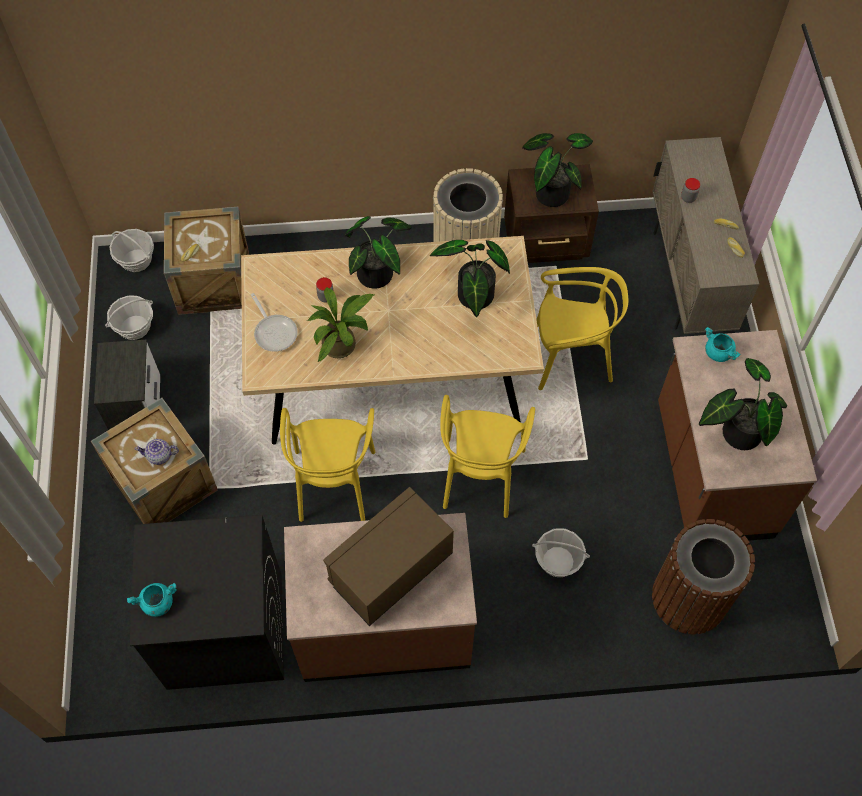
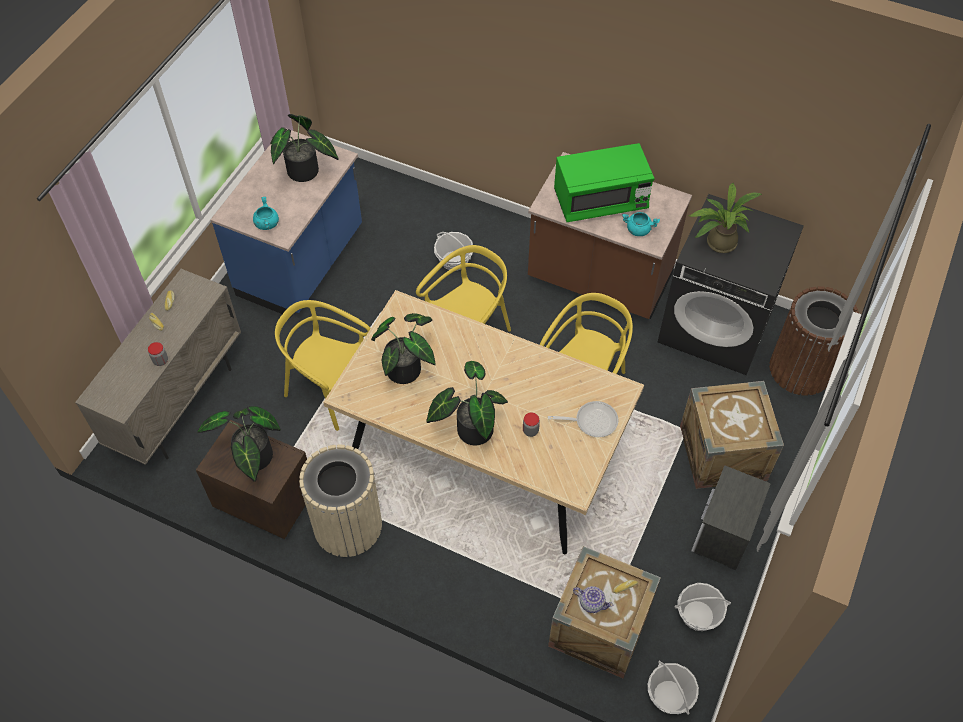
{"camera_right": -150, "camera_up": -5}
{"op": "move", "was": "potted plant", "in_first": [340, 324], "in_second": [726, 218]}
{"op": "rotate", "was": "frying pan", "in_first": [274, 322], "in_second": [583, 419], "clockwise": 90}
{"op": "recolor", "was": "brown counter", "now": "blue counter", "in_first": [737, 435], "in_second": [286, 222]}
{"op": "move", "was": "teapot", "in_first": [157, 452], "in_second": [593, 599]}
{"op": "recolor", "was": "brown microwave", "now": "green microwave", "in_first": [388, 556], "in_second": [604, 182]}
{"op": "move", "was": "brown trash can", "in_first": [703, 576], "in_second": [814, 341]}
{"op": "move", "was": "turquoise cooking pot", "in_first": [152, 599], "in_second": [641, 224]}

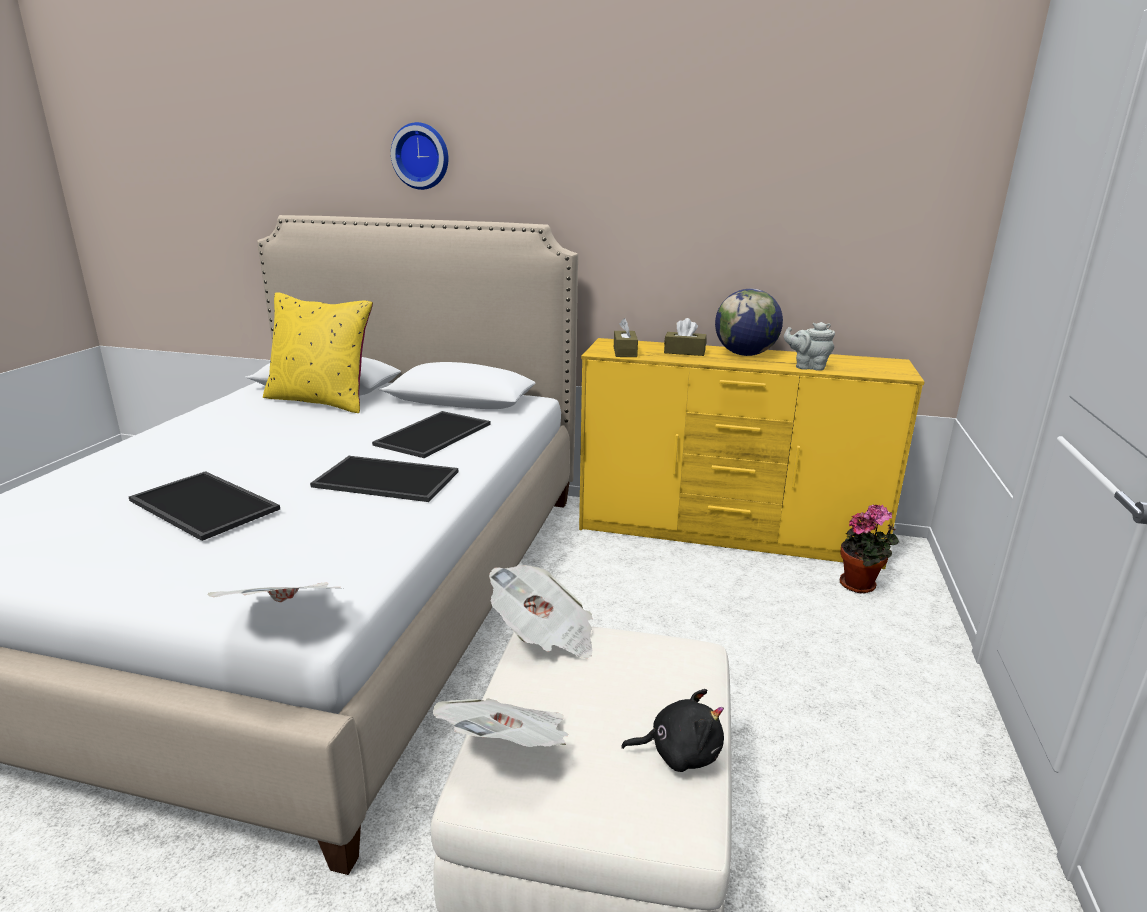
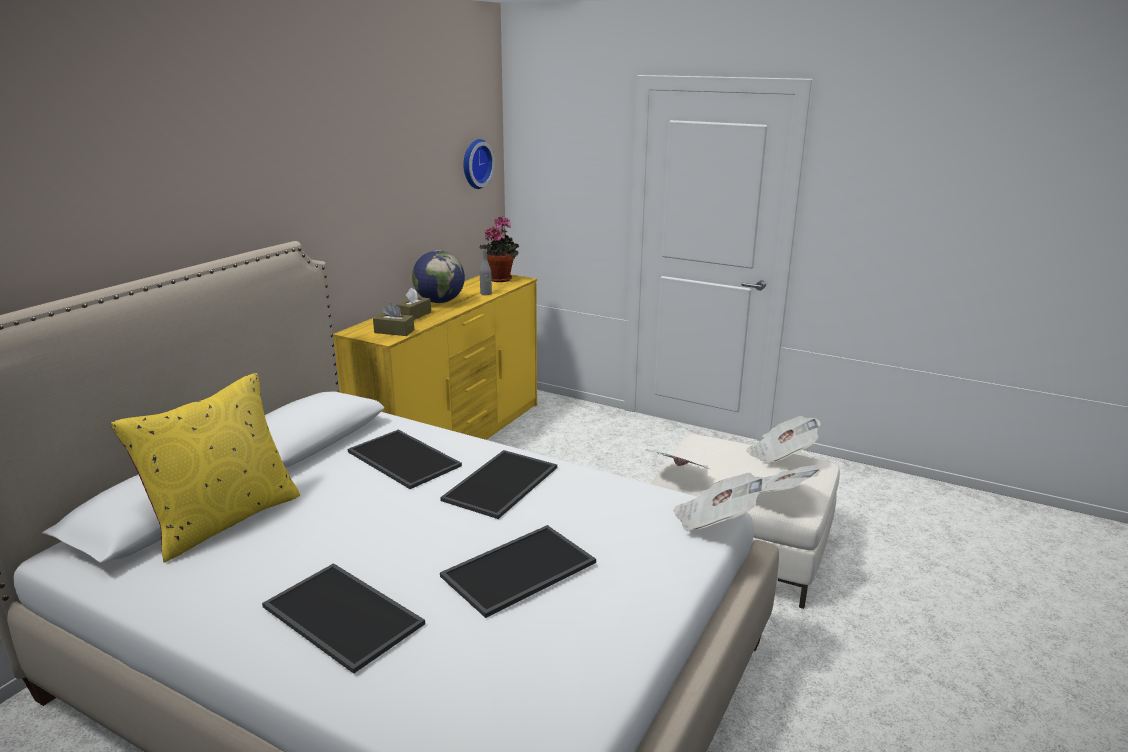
{"camera_right": -75, "camera_up": 0}
{"op": "move", "was": "wall clock", "in_first": [419, 156], "in_second": [479, 164]}
{"op": "replace", "was": "grey teapot", "now": "grey bottle", "in_first": [809, 346], "in_second": [486, 269]}
{"op": "move", "was": "potted plant", "in_first": [869, 549], "in_second": [499, 249]}
{"op": "replace", "was": "black plush toy", "now": "newspaper", "in_first": [672, 730], "in_second": [783, 440]}
{"op": "insert", "now": "tray", "in_second": [343, 618]}

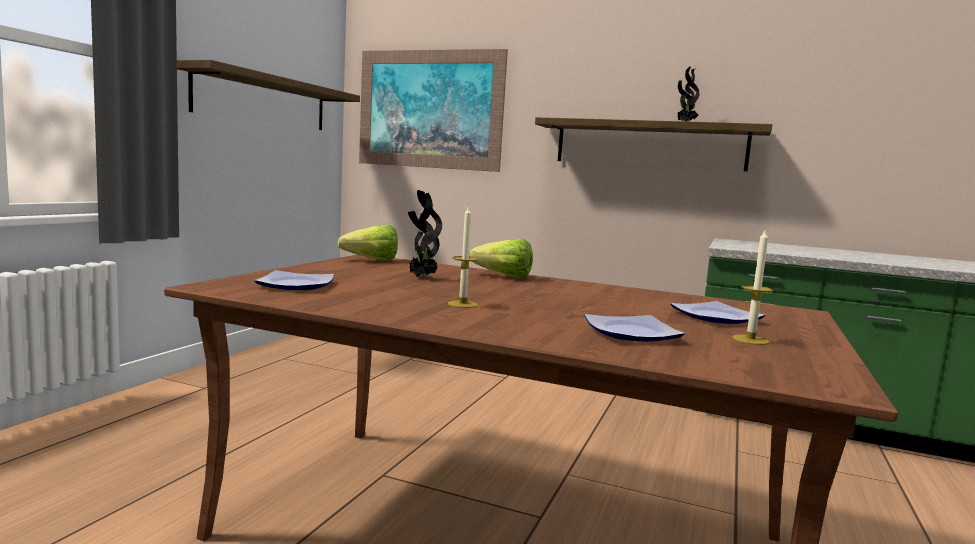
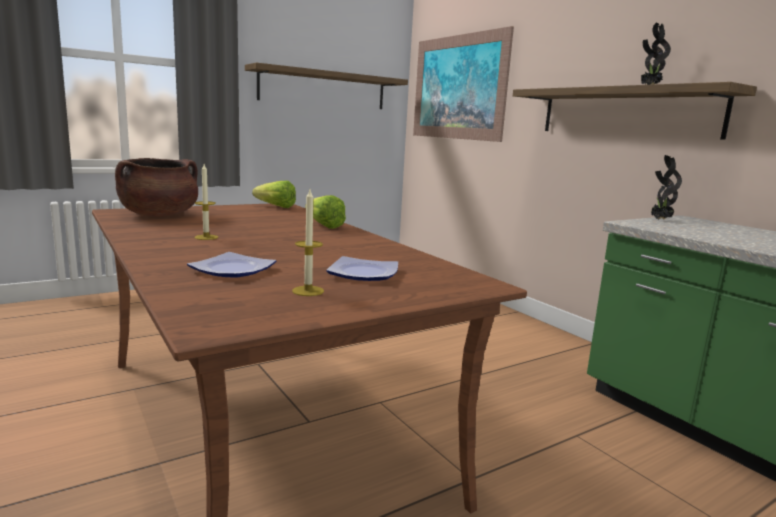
{"camera_right": 35, "camera_up": 5}
{"op": "move", "was": "potted plant", "in_first": [425, 233], "in_second": [666, 187]}
{"op": "replace", "was": "plate", "now": "brown cooking pot", "in_first": [294, 280], "in_second": [156, 187]}

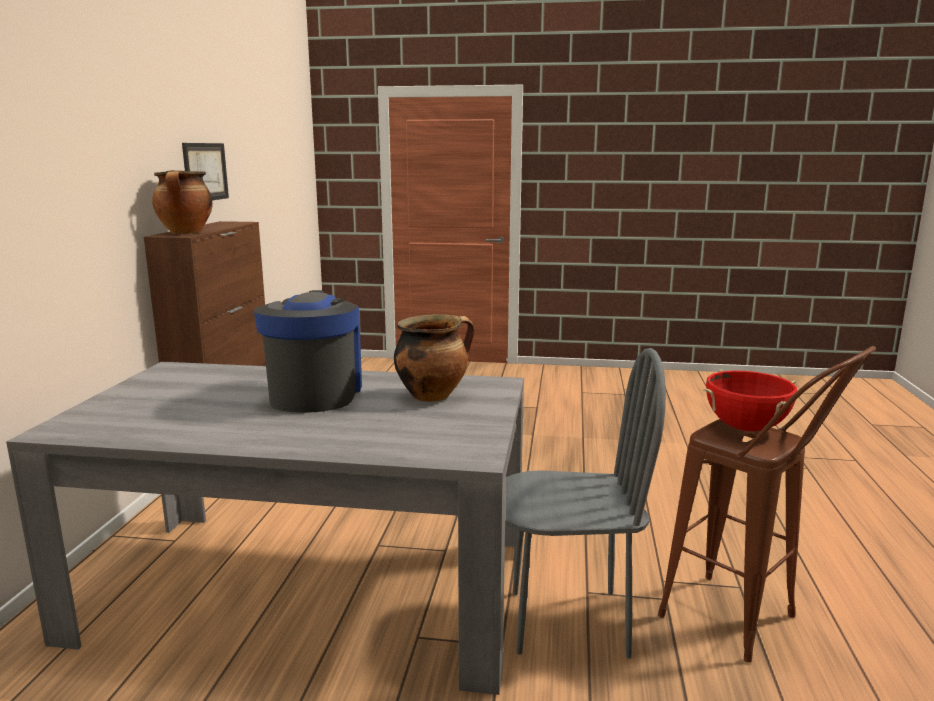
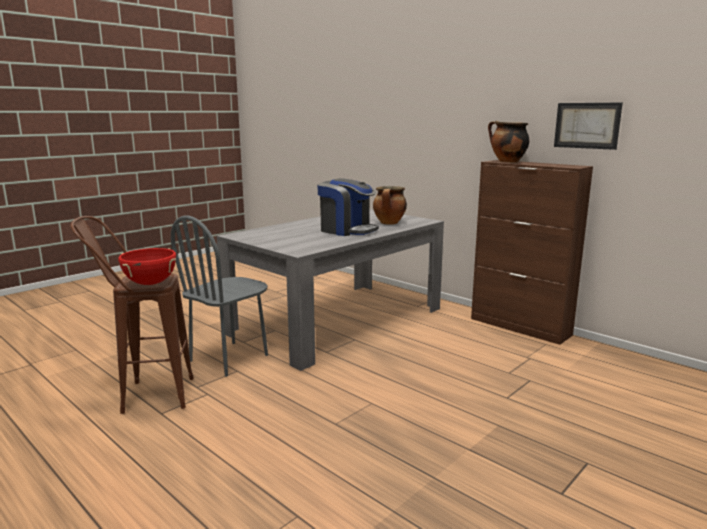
{"camera_right": 125, "camera_up": 0}
{"op": "move", "was": "cooking pot", "in_first": [434, 358], "in_second": [390, 205]}

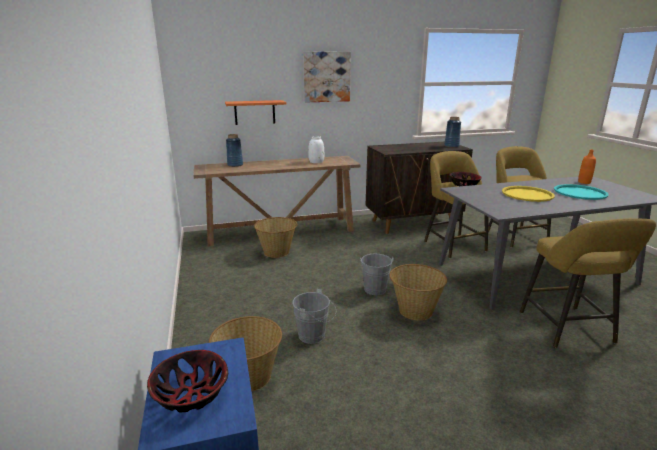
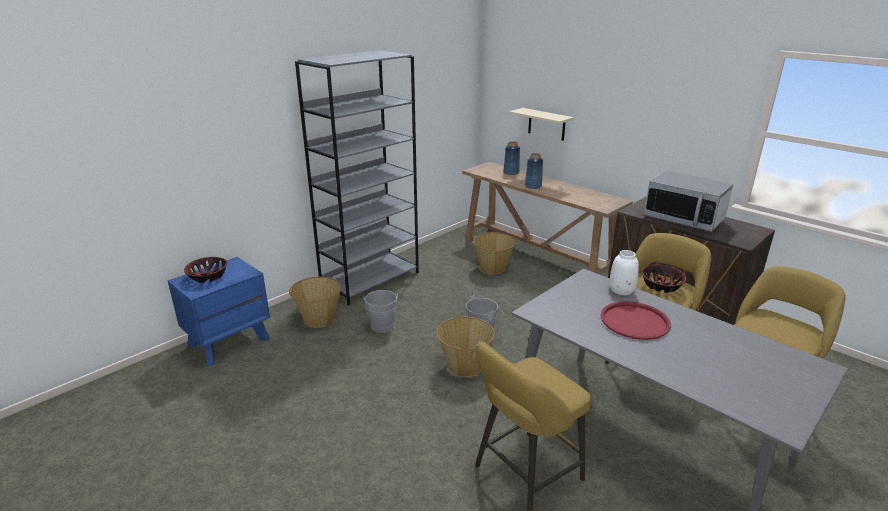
{"camera_right": 60, "camera_up": 5}
{"op": "delete", "was": "picture", "in_first": [327, 76]}
{"op": "recolor", "was": "orange shelf", "now": "beige shelf", "in_first": [255, 112], "in_second": [541, 124]}
{"op": "move", "was": "blue vase", "in_first": [452, 132], "in_second": [534, 171]}
{"op": "move", "was": "white vase", "in_first": [316, 149], "in_second": [624, 272]}
{"op": "delete", "was": "orange bottle", "in_first": [587, 166]}
{"op": "delete", "was": "turquoise tray", "in_first": [581, 192]}
{"op": "recolor", "was": "yellow tray", "now": "red tray", "in_first": [528, 194], "in_second": [636, 320]}
{"op": "insert", "now": "grey bookcase", "in_second": [357, 177]}
{"op": "insert", "now": "microwave", "in_second": [688, 201]}

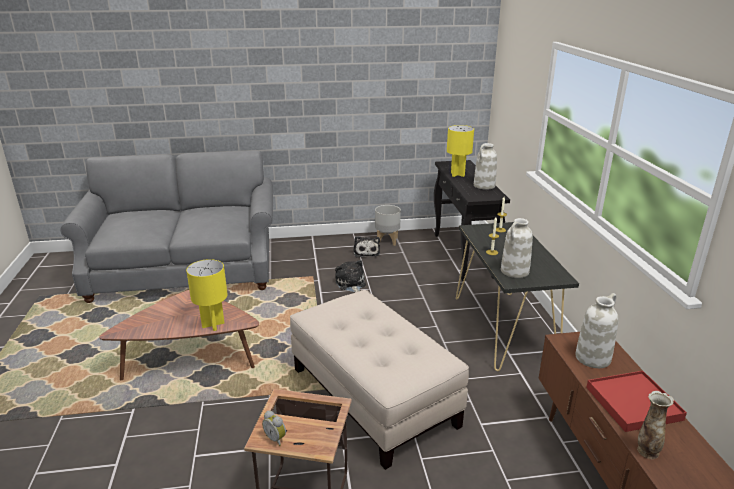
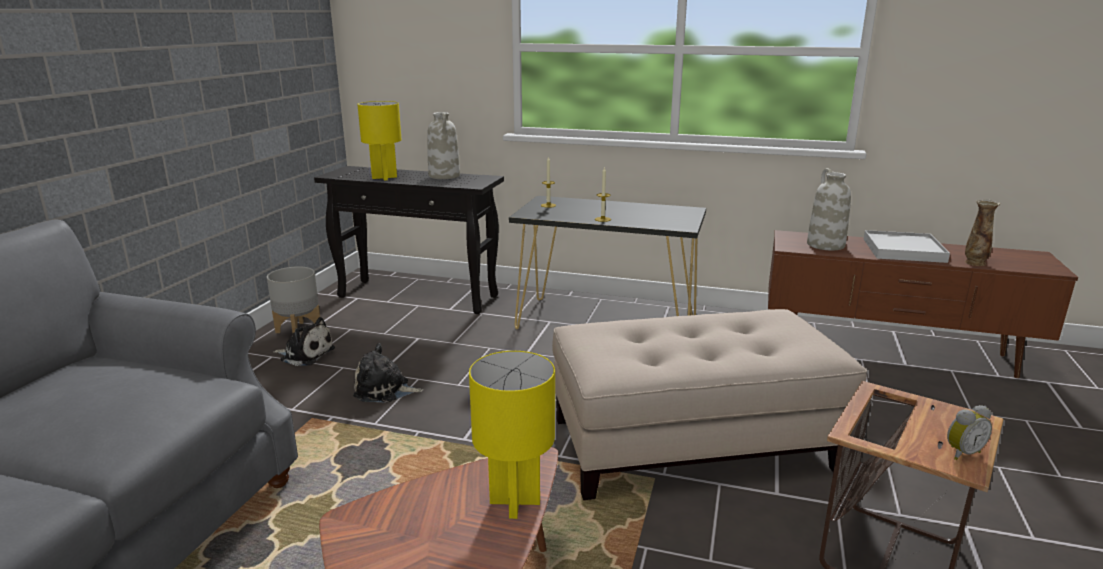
{"camera_right": -65, "camera_up": -5}
{"op": "delete", "was": "white vase", "in_first": [517, 248]}
{"op": "recolor", "was": "red tray", "now": "white tray", "in_first": [636, 401], "in_second": [907, 246]}

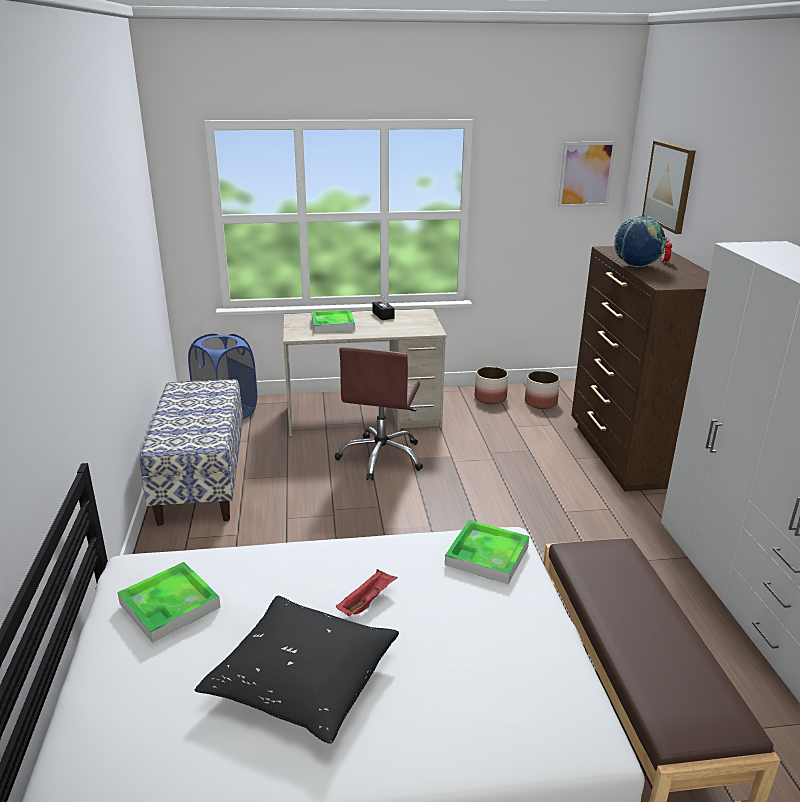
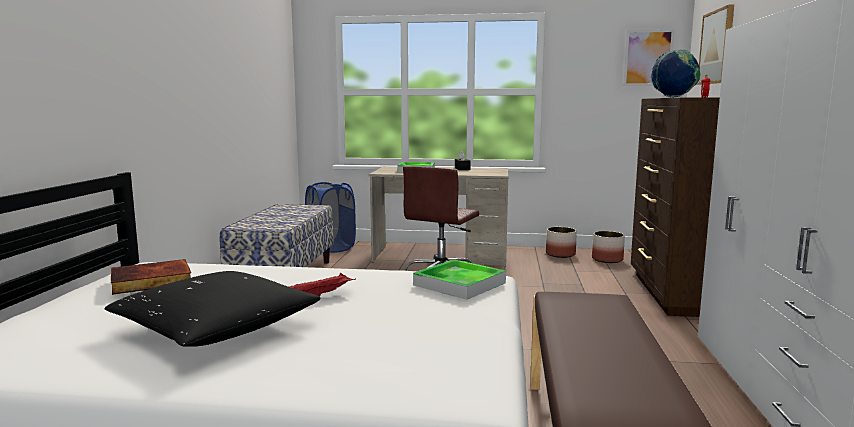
{"camera_right": 15, "camera_up": -15}
{"op": "replace", "was": "tray", "now": "book", "in_first": [169, 602], "in_second": [151, 277]}

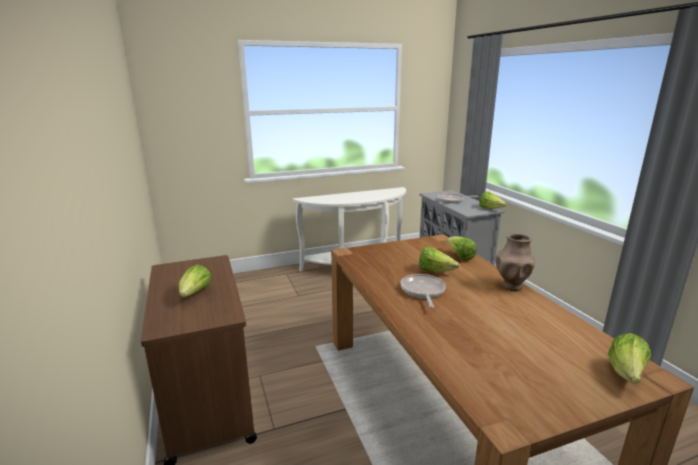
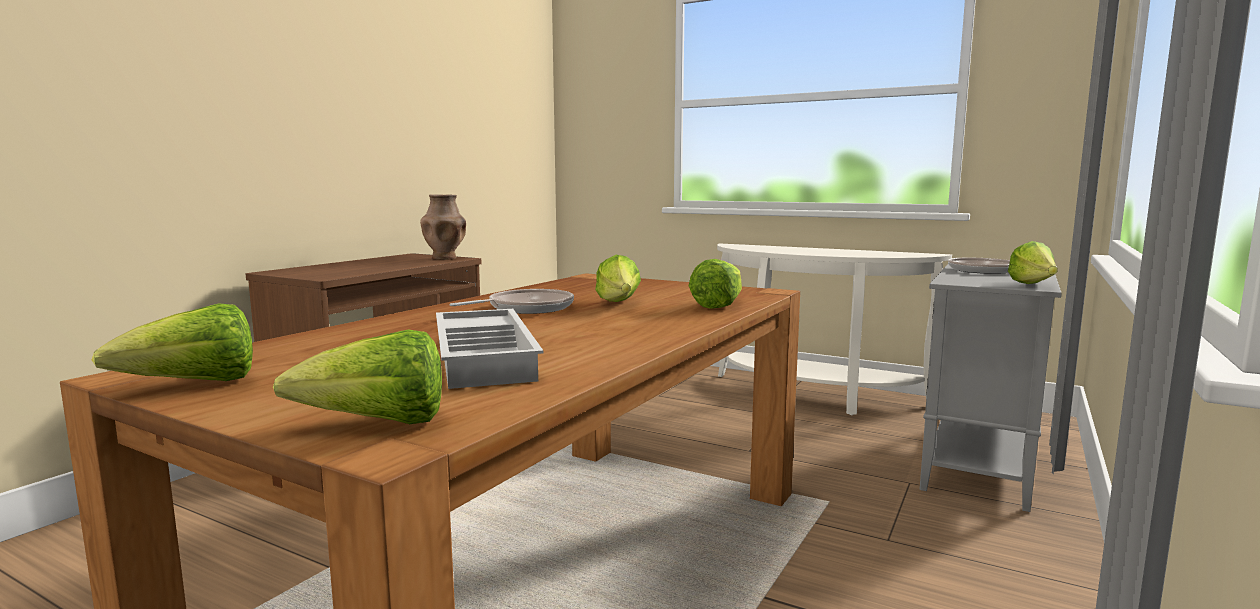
{"camera_right": 50, "camera_up": -10}
{"op": "move", "was": "brown vase", "in_first": [515, 262], "in_second": [443, 227]}
{"op": "move", "was": "lettuce", "in_first": [195, 280], "in_second": [172, 342]}
{"op": "insert", "now": "white tray", "in_second": [490, 349]}

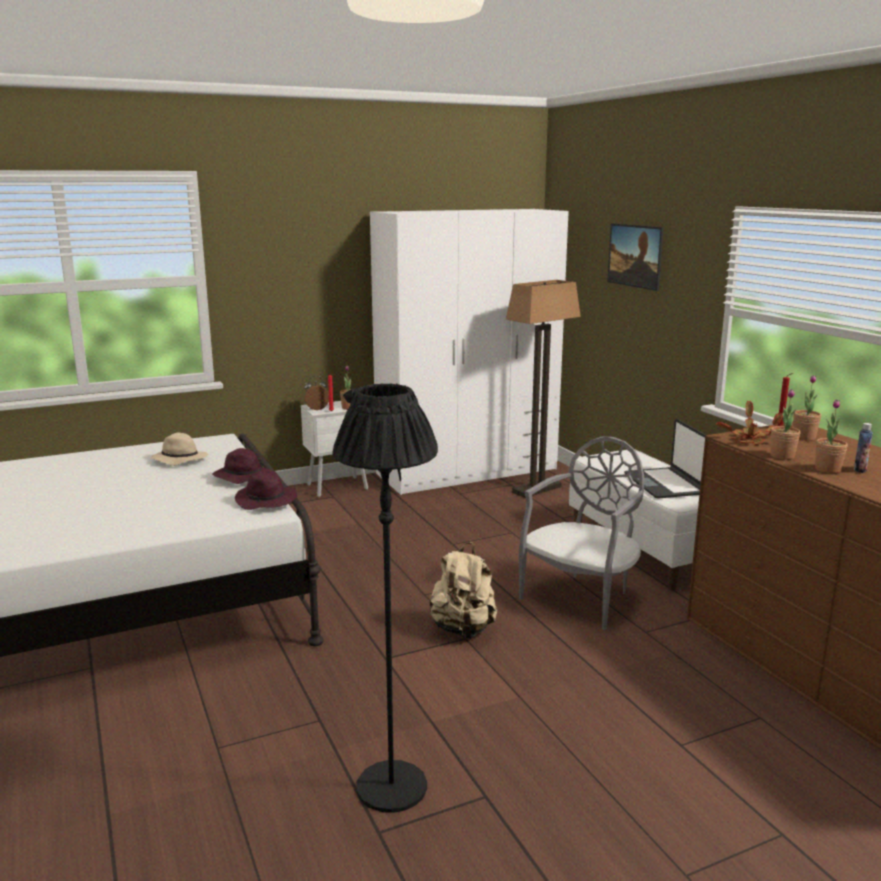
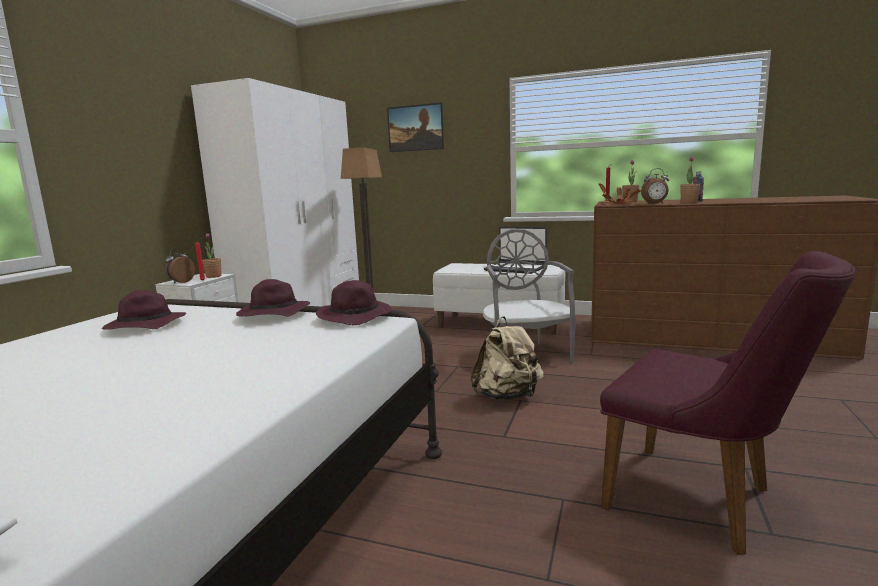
{"camera_right": -45, "camera_up": -5}
{"op": "replace", "was": "black floor lamp", "now": "purple chair", "in_first": [385, 598], "in_second": [728, 403]}
{"op": "replace", "was": "potted plant", "now": "alarm clock", "in_first": [785, 424], "in_second": [655, 186]}
{"op": "recolor", "was": "beige hat", "now": "purple hat", "in_first": [179, 449], "in_second": [144, 310]}

